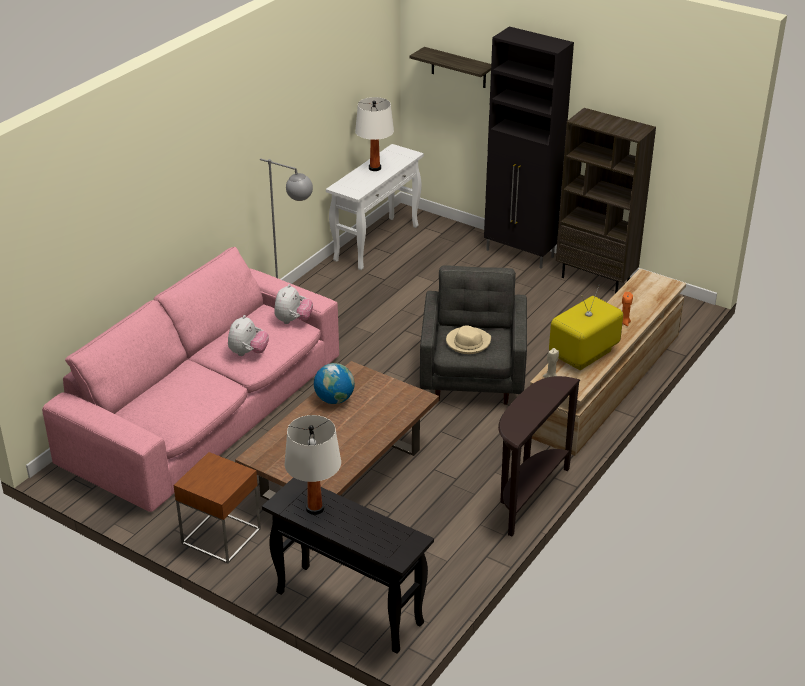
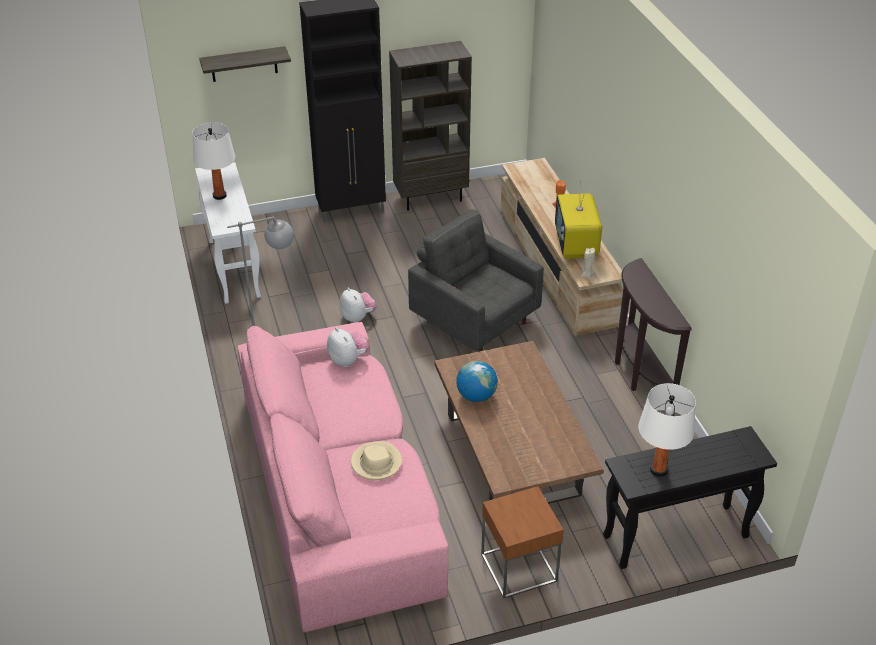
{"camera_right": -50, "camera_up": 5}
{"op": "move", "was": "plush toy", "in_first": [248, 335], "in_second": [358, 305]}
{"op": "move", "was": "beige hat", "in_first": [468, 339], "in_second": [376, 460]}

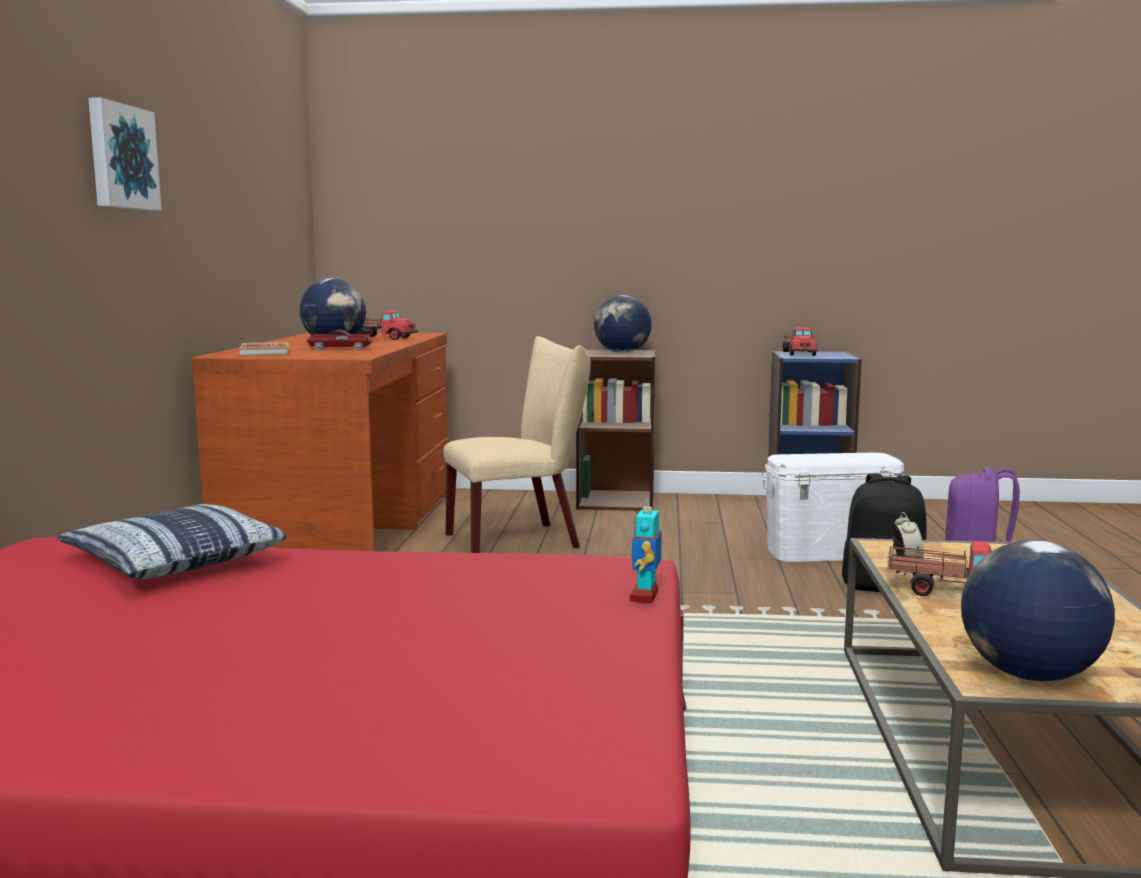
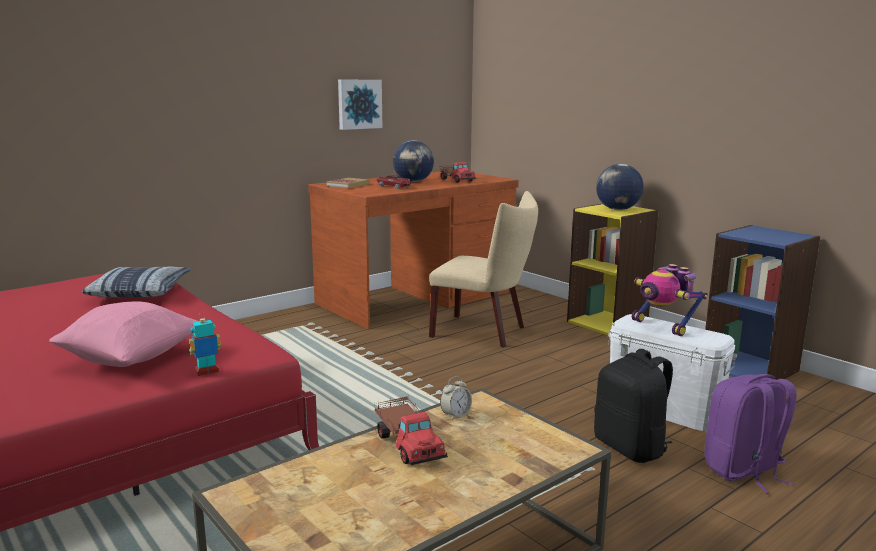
{"camera_right": 45, "camera_up": 5}
{"op": "move", "was": "picture", "in_first": [124, 154], "in_second": [360, 104]}
{"op": "delete", "was": "toy truck", "in_first": [800, 341]}
{"op": "recolor", "was": "brown bookcase", "now": "yellow bookcase", "in_first": [616, 430], "in_second": [613, 269]}
{"op": "delete", "was": "globe", "in_first": [1038, 611]}
{"op": "insert", "now": "toy robot", "in_second": [670, 300]}
{"op": "insert", "now": "pink pillow", "in_second": [124, 334]}

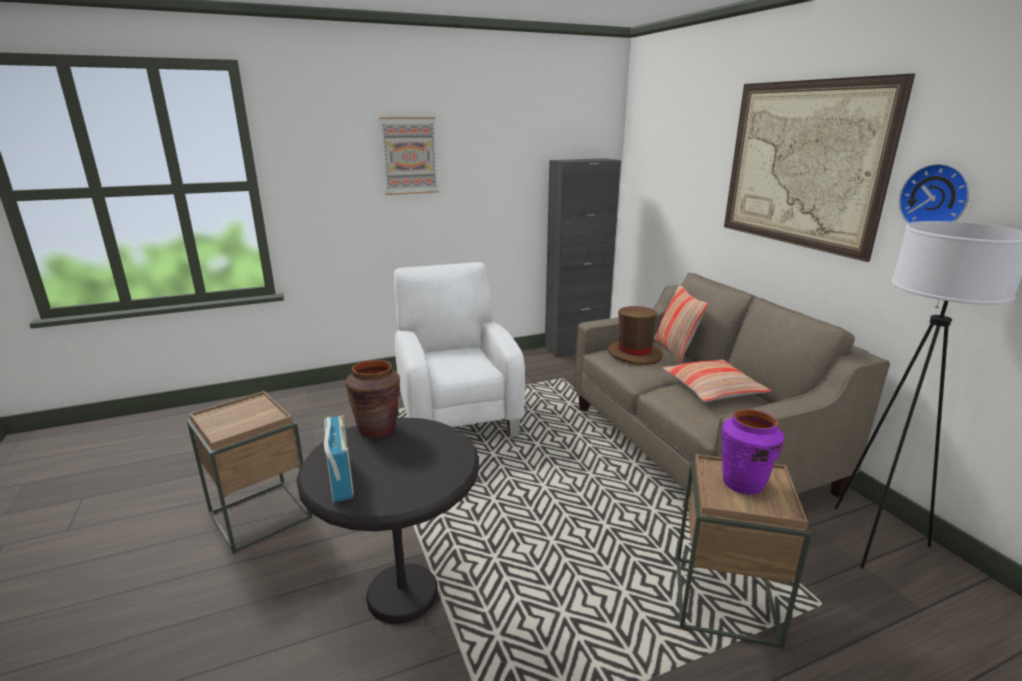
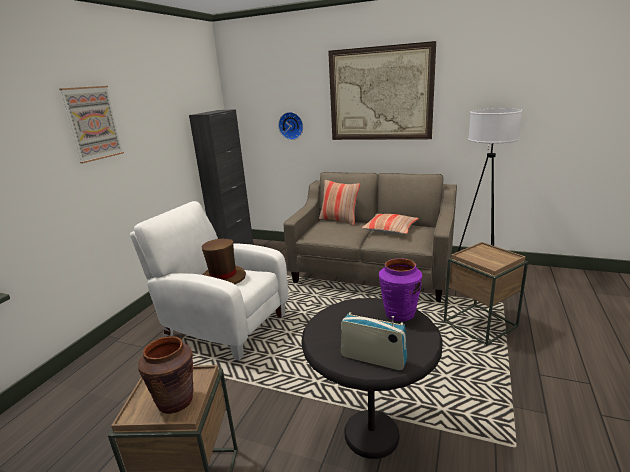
{"camera_right": -45, "camera_up": 0}
{"op": "move", "was": "wall clock", "in_first": [934, 193], "in_second": [290, 126]}
{"op": "move", "was": "brown hat", "in_first": [635, 335], "in_second": [224, 261]}
{"op": "move", "was": "brown vase", "in_first": [373, 399], "in_second": [166, 375]}
{"op": "move", "was": "purple vase", "in_first": [752, 452], "in_second": [400, 290]}

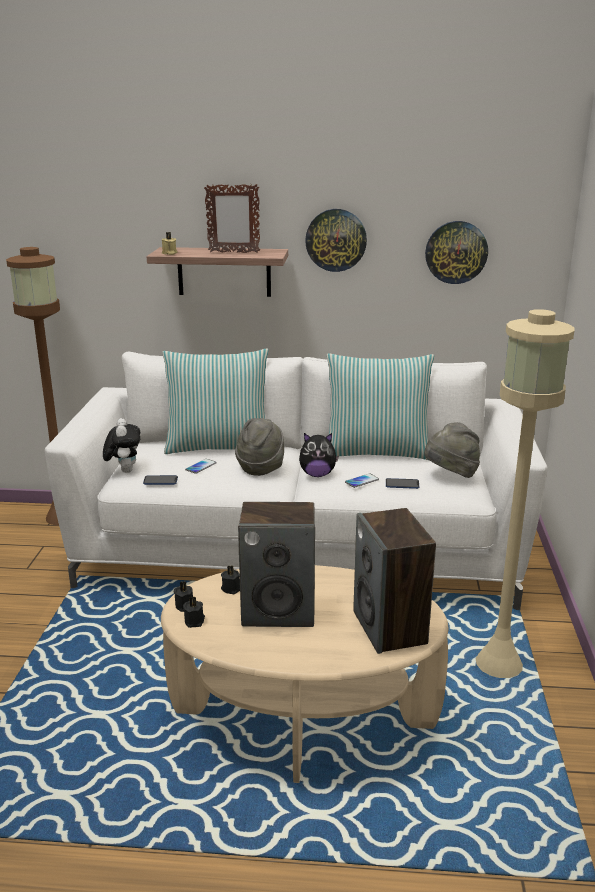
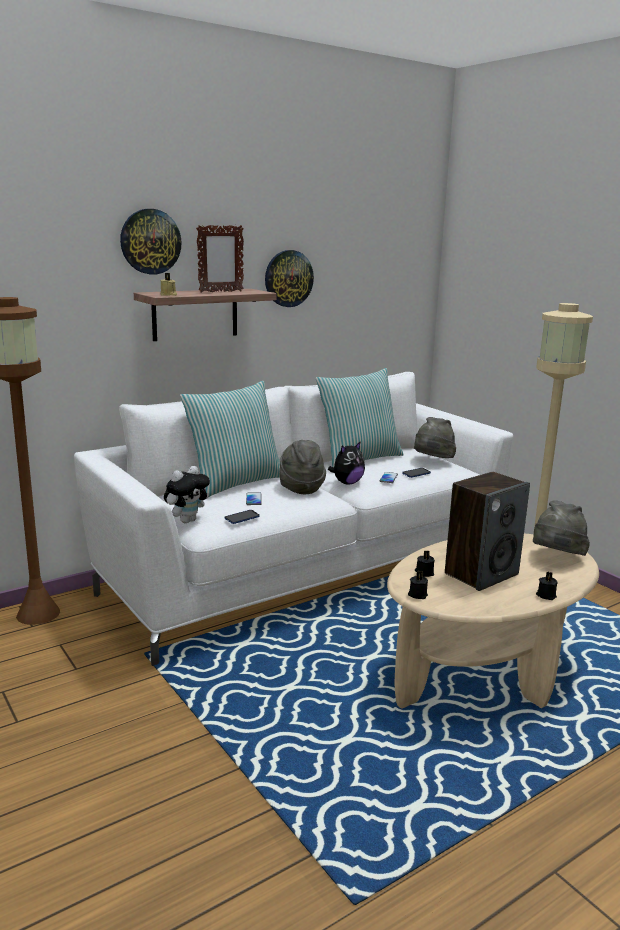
{"camera_right": -40, "camera_up": -5}
{"op": "move", "was": "wall clock", "in_first": [456, 252], "in_second": [151, 242]}
{"op": "rotate", "was": "plush toy", "in_first": [121, 445], "in_second": [187, 494], "clockwise": 90}
{"op": "replace", "was": "speaker", "now": "grey hat", "in_first": [394, 581], "in_second": [561, 528]}
{"op": "move", "was": "black candle", "in_first": [194, 612], "in_second": [547, 586]}

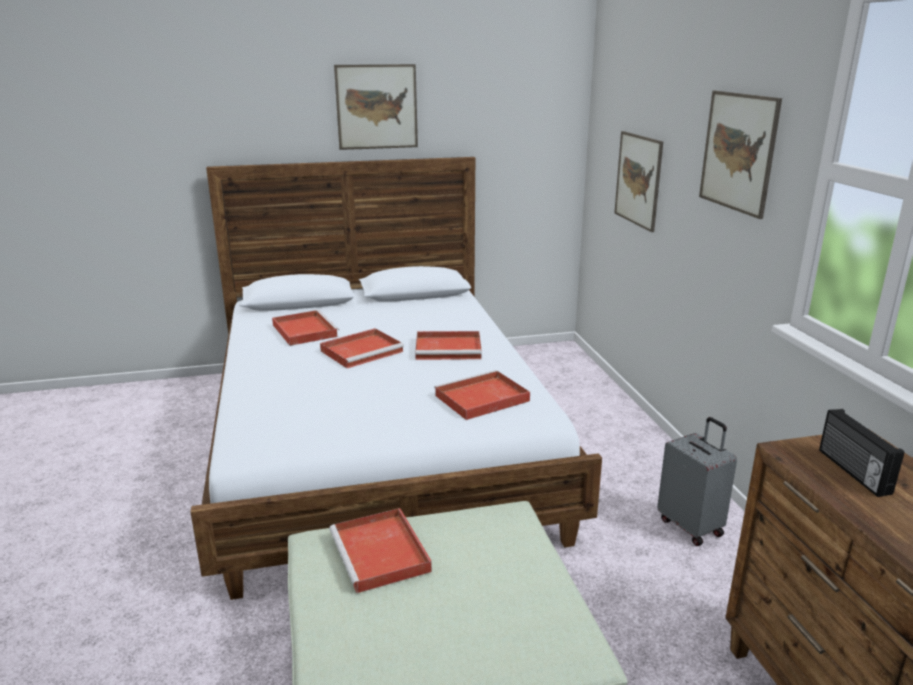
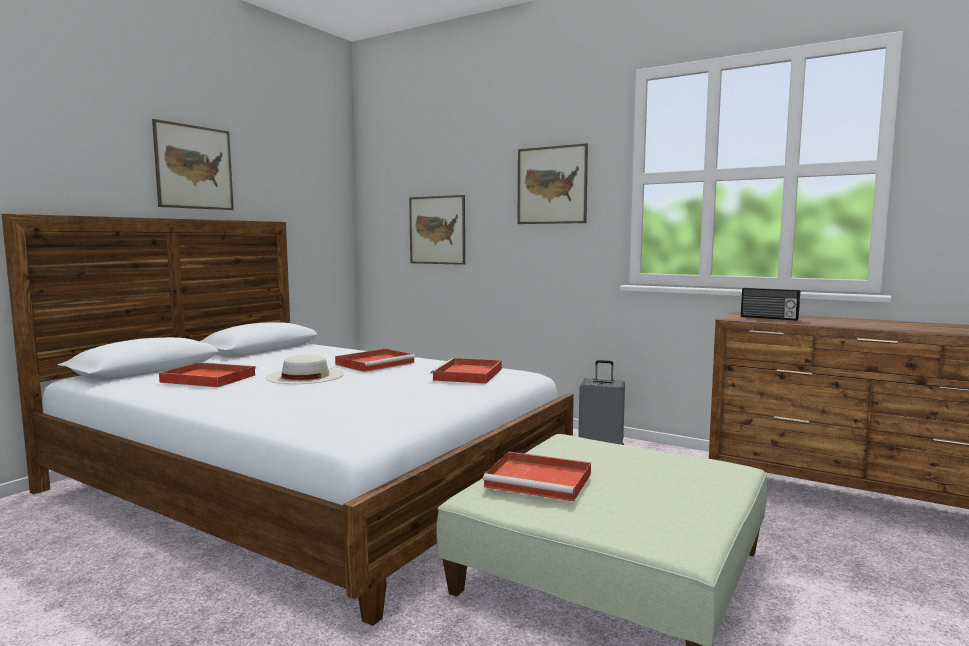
{"camera_right": -45, "camera_up": -15}
{"op": "replace", "was": "red tray", "now": "white hat", "in_first": [362, 348], "in_second": [305, 369]}

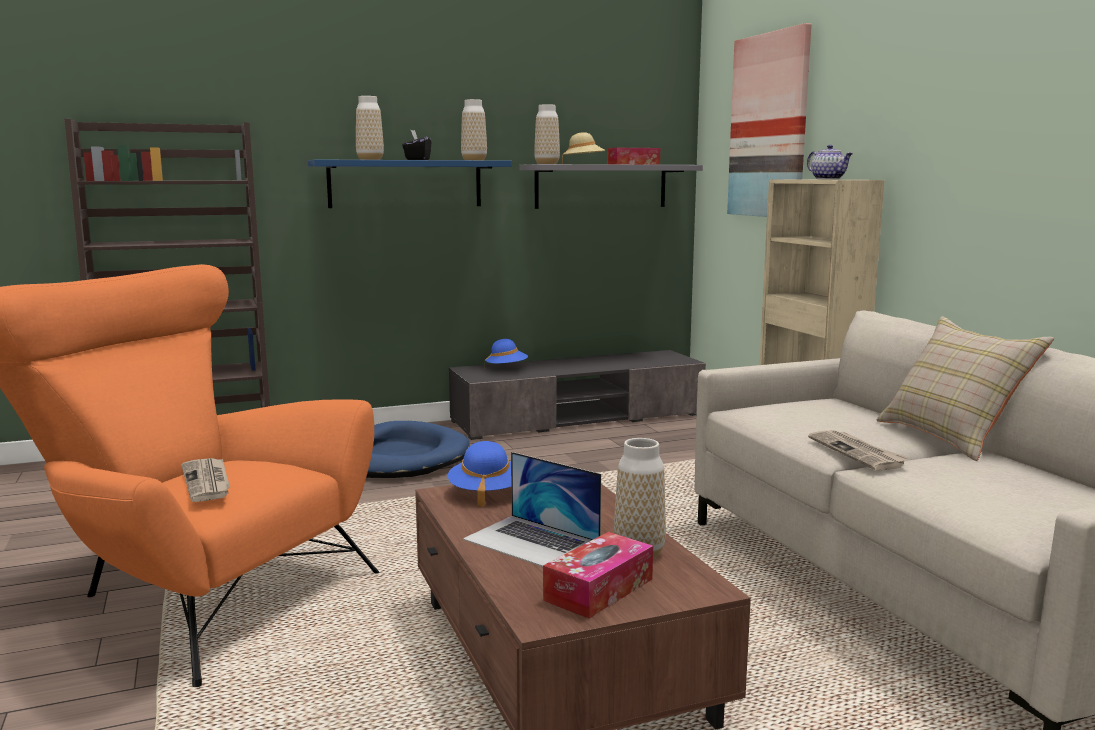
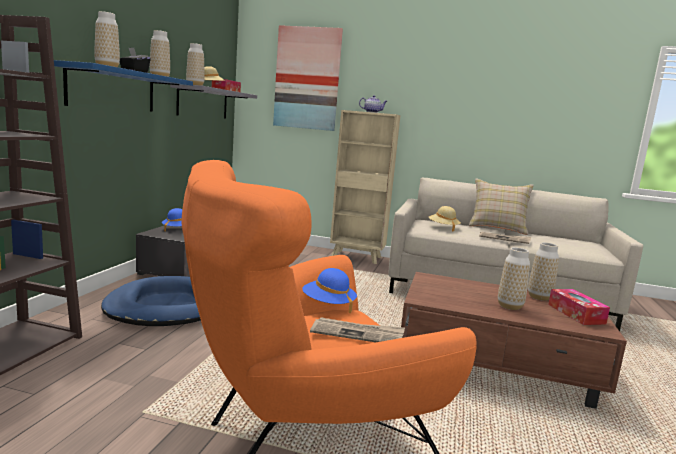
{"camera_right": -55, "camera_up": 0}
{"op": "move", "was": "blue hat", "in_first": [479, 474], "in_second": [329, 290]}
{"op": "replace", "was": "laptop", "now": "vase", "in_first": [532, 509], "in_second": [514, 278]}
{"op": "insert", "now": "beige hat", "in_second": [444, 219]}

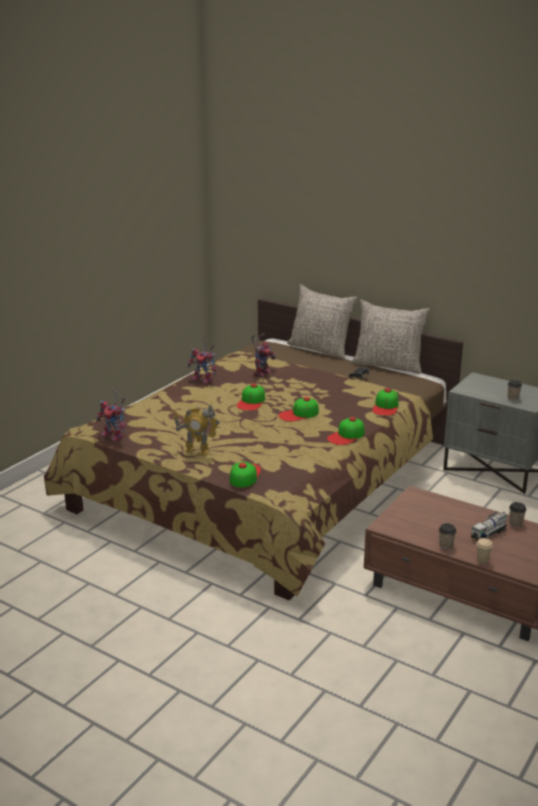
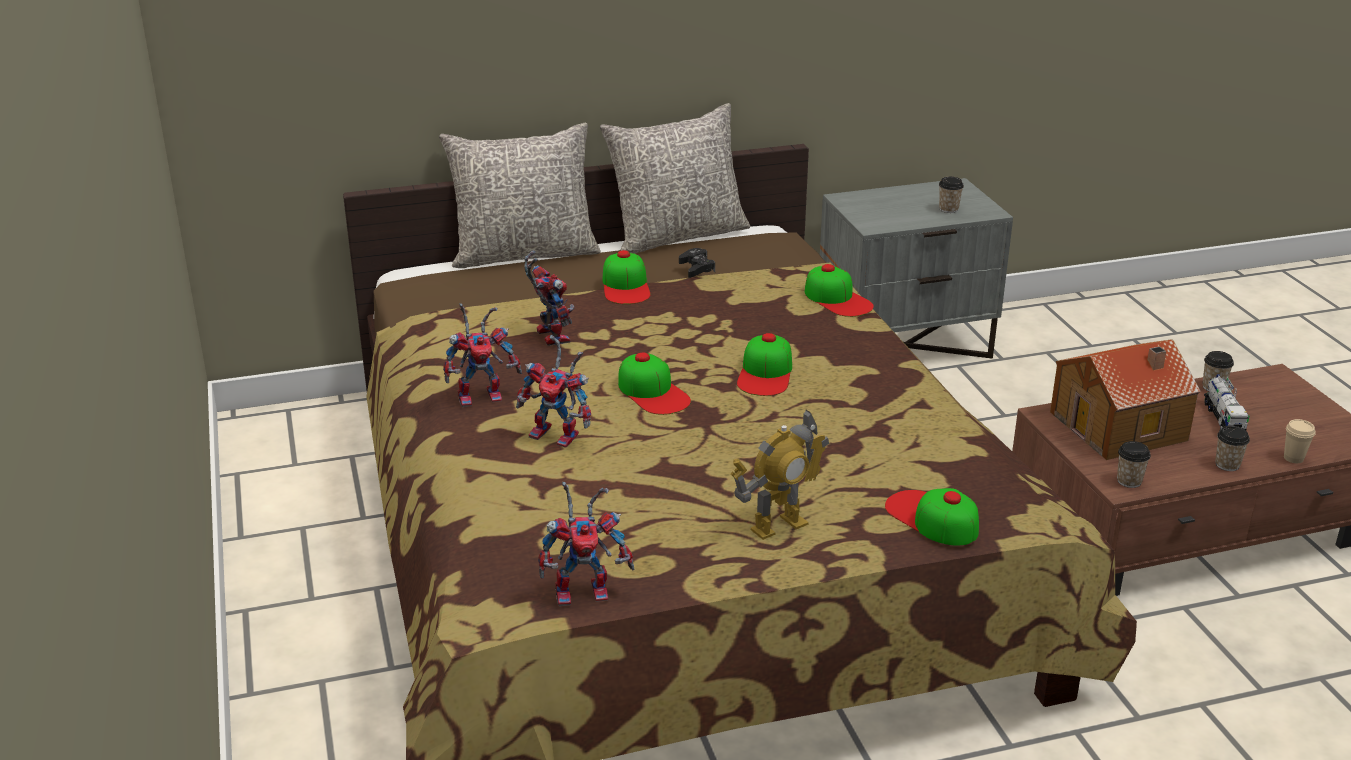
{"camera_right": -50, "camera_up": 5}
{"op": "move", "was": "cap", "in_first": [345, 431], "in_second": [626, 277]}
{"op": "insert", "now": "toy robot", "in_second": [553, 391]}
{"op": "insert", "now": "toy house", "in_second": [1125, 399]}
{"op": "insert", "now": "cup", "in_second": [1134, 464]}

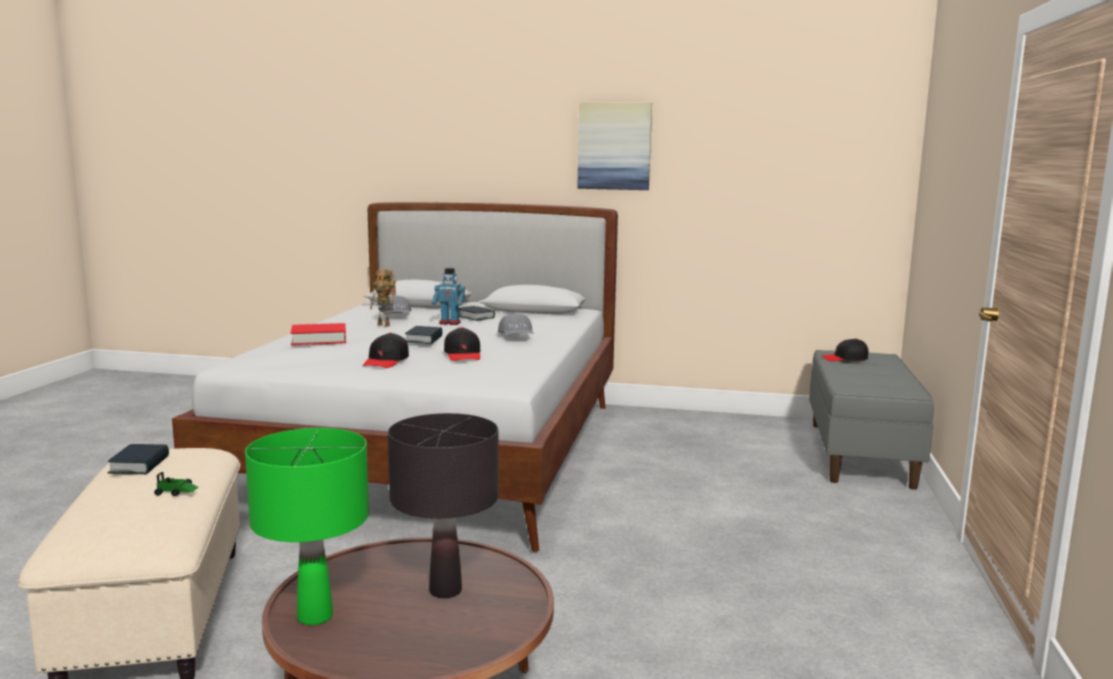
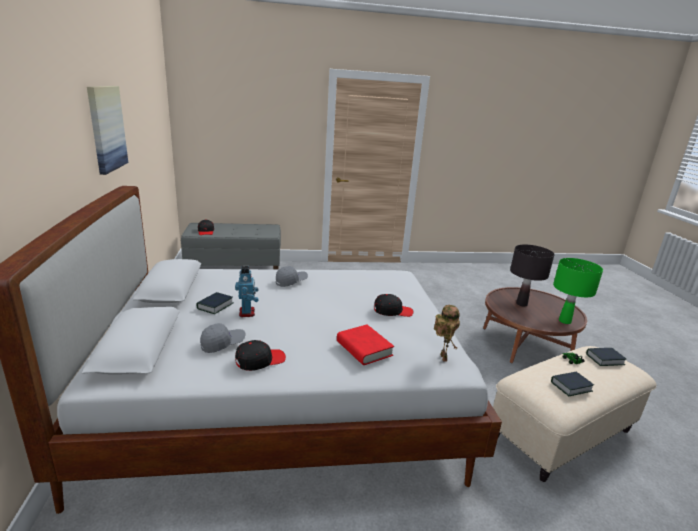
{"camera_right": -110, "camera_up": 10}
{"op": "move", "was": "toy robot", "in_first": [383, 297], "in_second": [447, 333]}
{"op": "move", "was": "book", "in_first": [424, 335], "in_second": [606, 357]}
{"op": "move", "was": "black cap", "in_first": [462, 344], "in_second": [260, 355]}

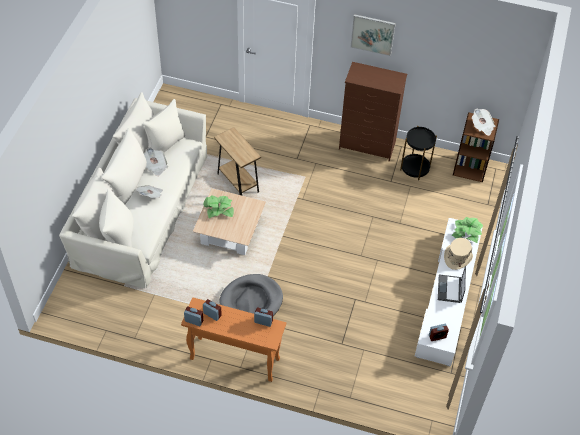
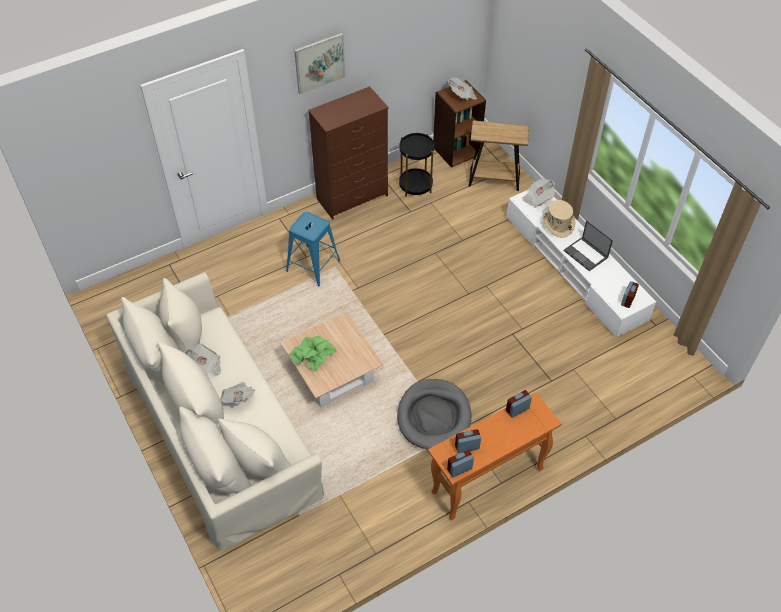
{"camera_right": -45, "camera_up": 0}
{"op": "move", "was": "brown side table", "in_first": [237, 161], "in_second": [498, 155]}
{"op": "replace", "was": "potted plant", "now": "newspaper", "in_first": [467, 230], "in_second": [538, 193]}
{"op": "insert", "now": "blue stool", "in_second": [313, 249]}

